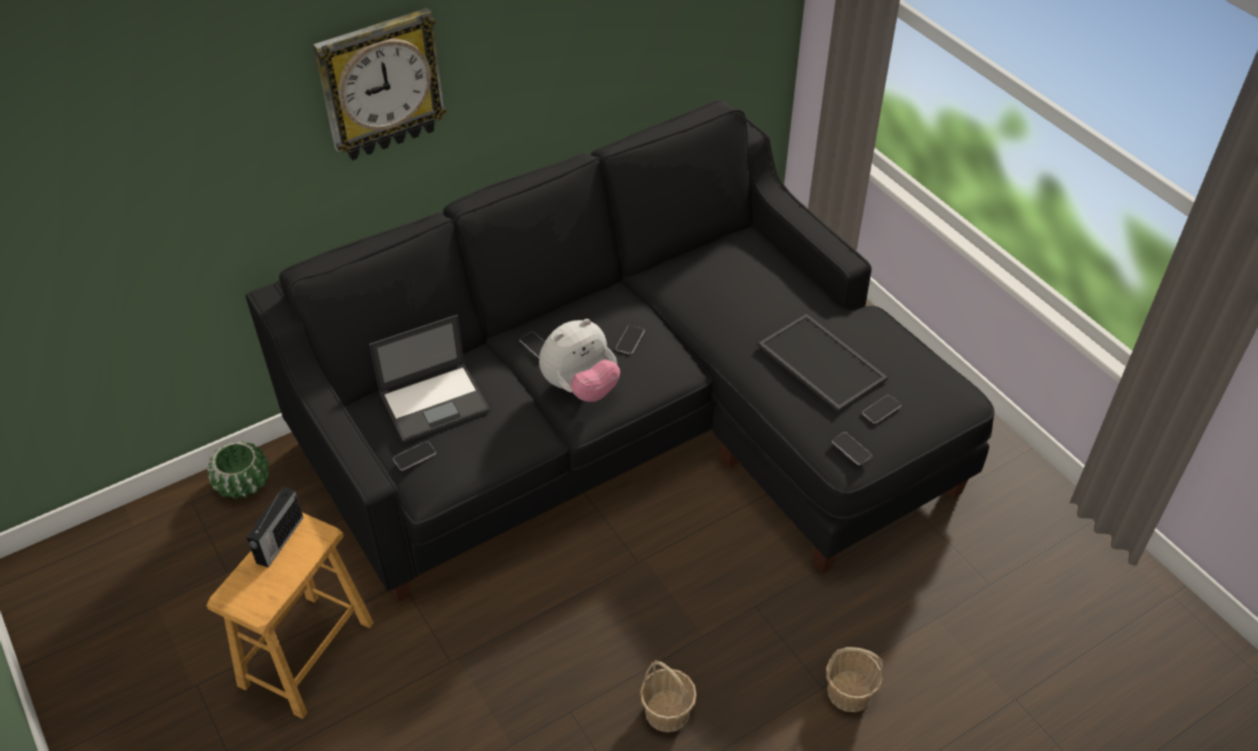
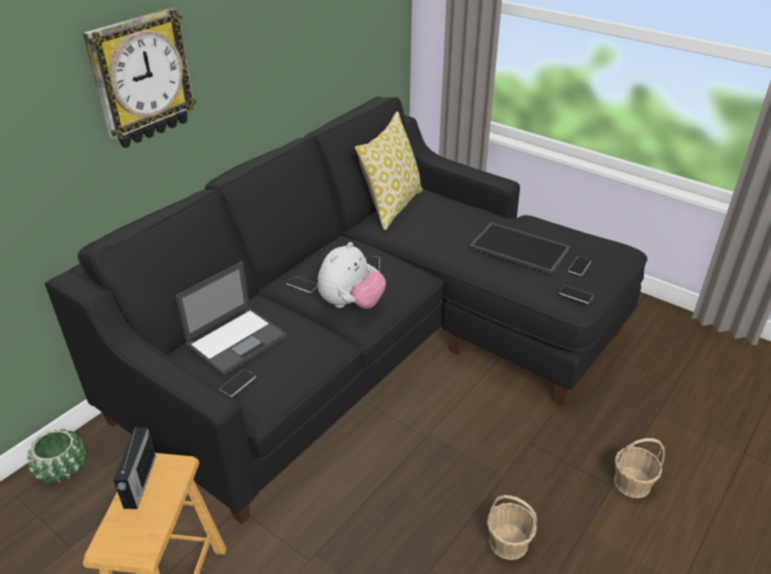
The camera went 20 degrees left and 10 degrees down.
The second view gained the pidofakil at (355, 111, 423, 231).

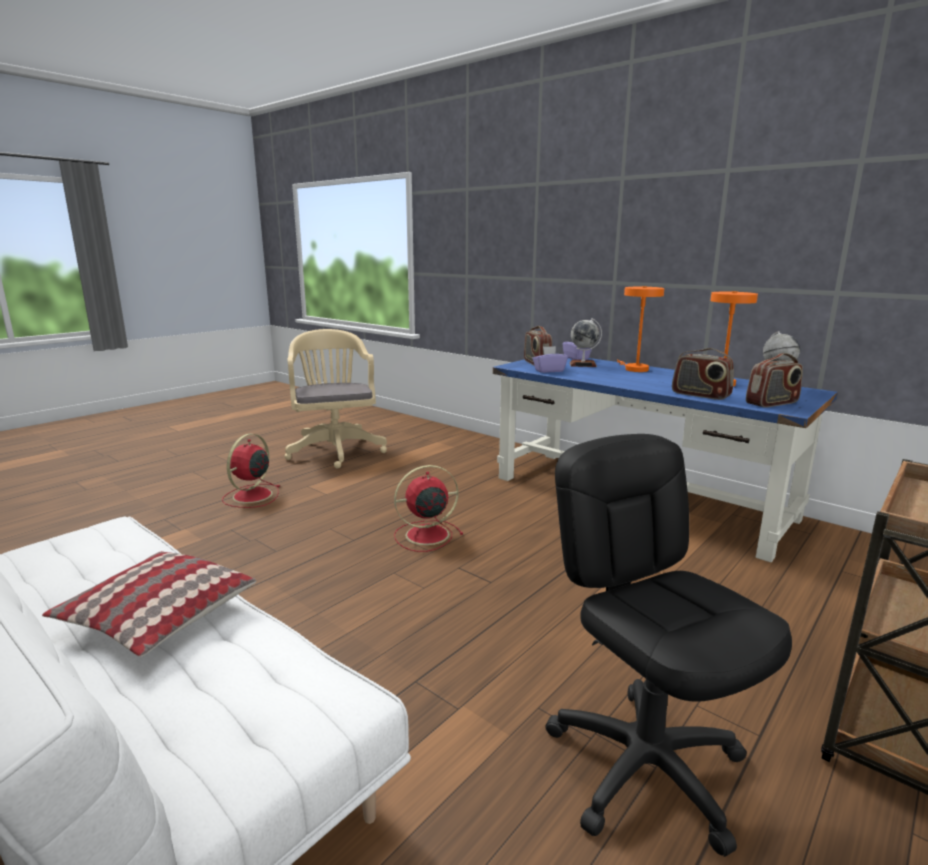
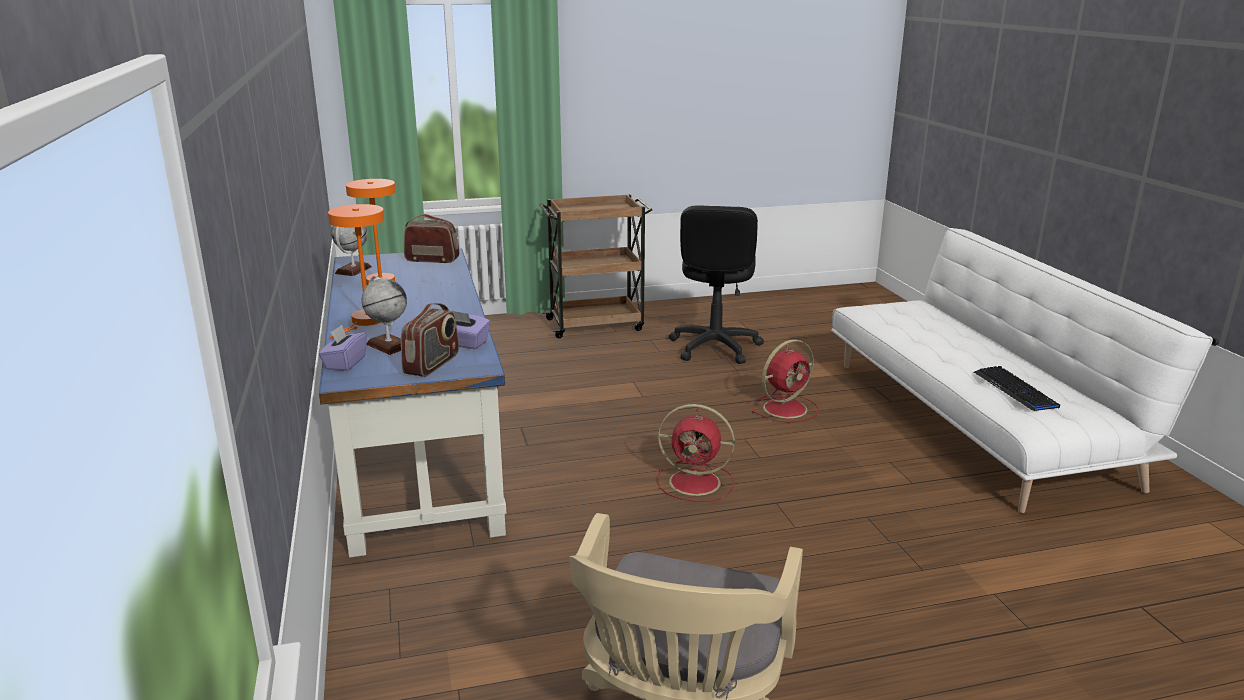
The camera went 145 degrees left and 5 degrees up.
The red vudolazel ended up elsewhere, having gone from (222, 434, 280, 508) to (752, 339, 819, 423).
The second view gained the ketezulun at (974, 366, 1060, 411).
The second view lost the pidofakil at (42, 551, 256, 657).
The second view lost the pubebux at (672, 348, 734, 400).

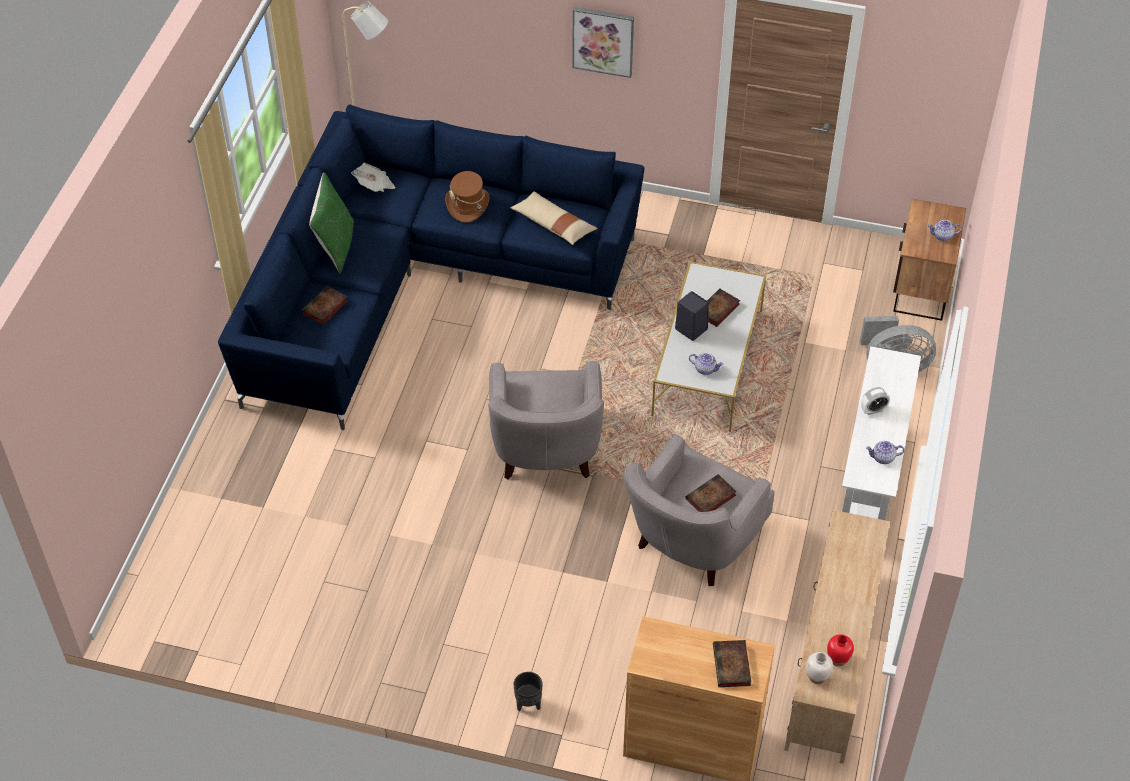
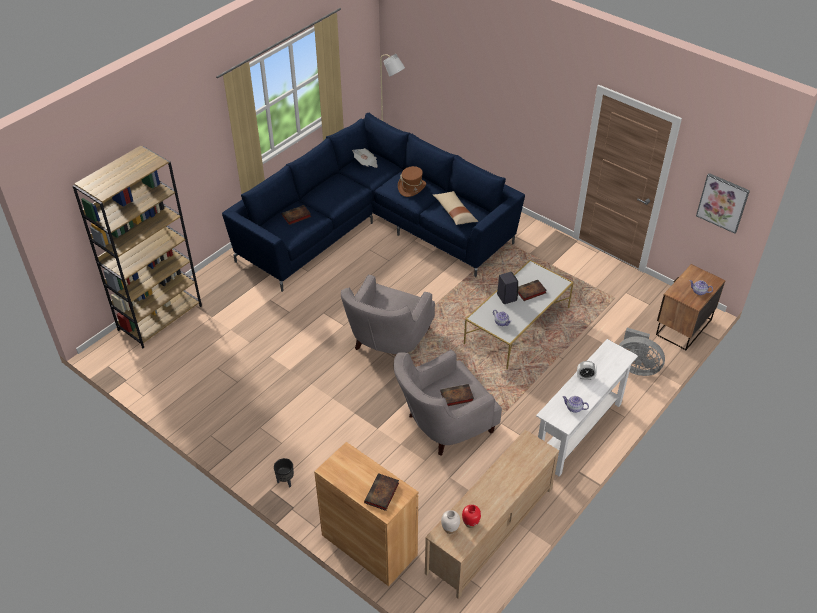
The camera went 25 degrees right and 5 degrees down.
The second view gained the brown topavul at (73, 145, 202, 348).
The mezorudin ended up elsewhere, having gone from (572, 7, 634, 78) to (696, 173, 750, 234).
The second view lost the green pidofakil at (309, 172, 354, 273).

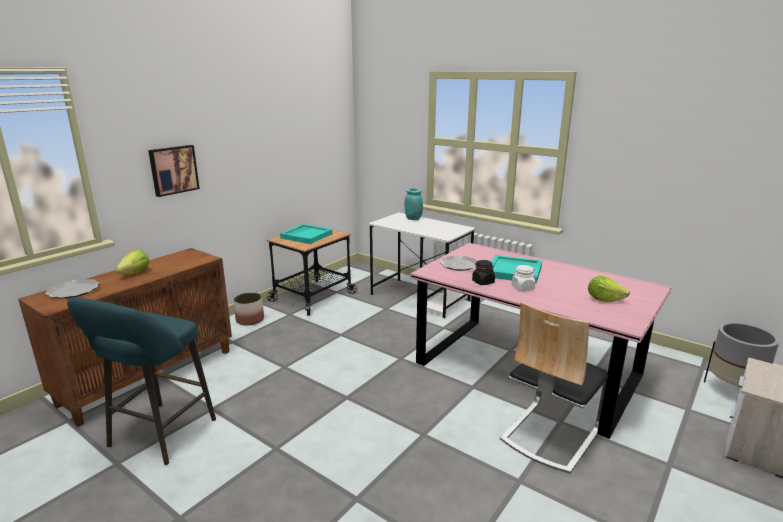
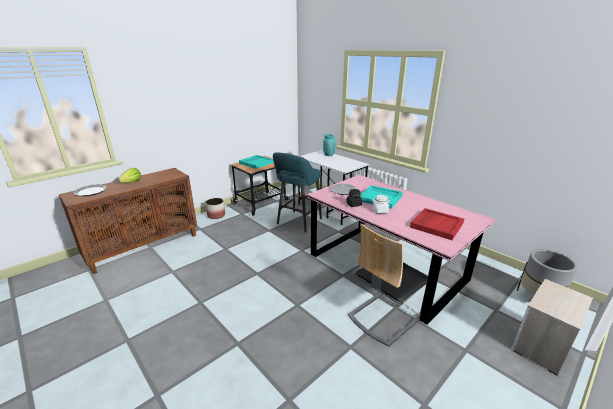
The camera went 10 degrees right and 5 degrees up.
The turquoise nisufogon ended up elsewhere, having gone from (67, 297, 216, 465) to (273, 152, 322, 233).
Where the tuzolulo stood at (588, 276, 630, 302), the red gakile came to stand at (410, 208, 464, 240).
The second view lost the mezorudin at (148, 145, 200, 197).

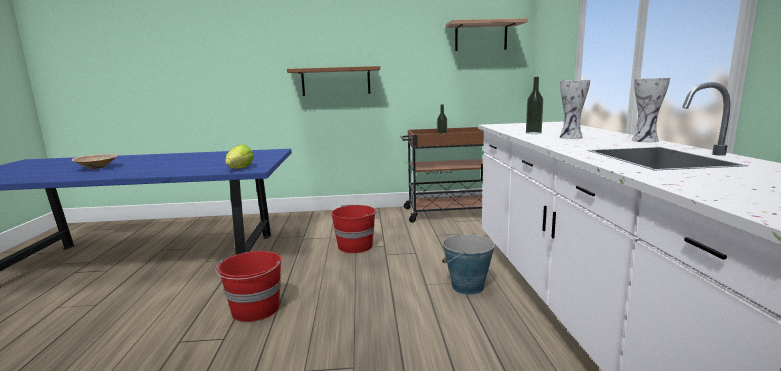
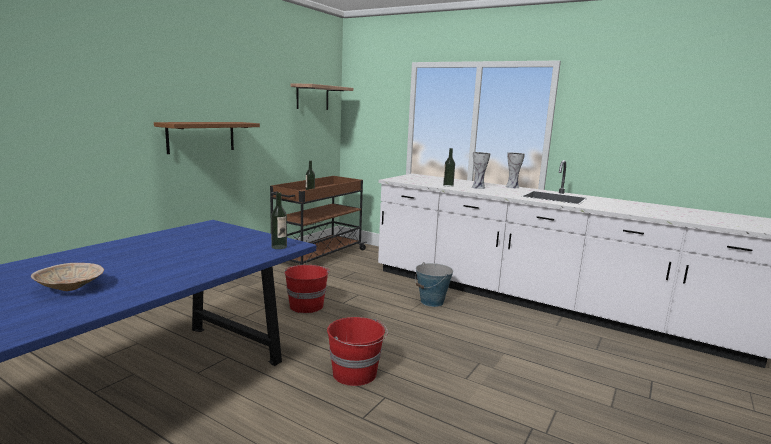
The camera went 55 degrees left and 0 degrees up.
Where the tuzolulo stood at (225, 145, 254, 169), the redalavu came to stand at (271, 192, 287, 249).

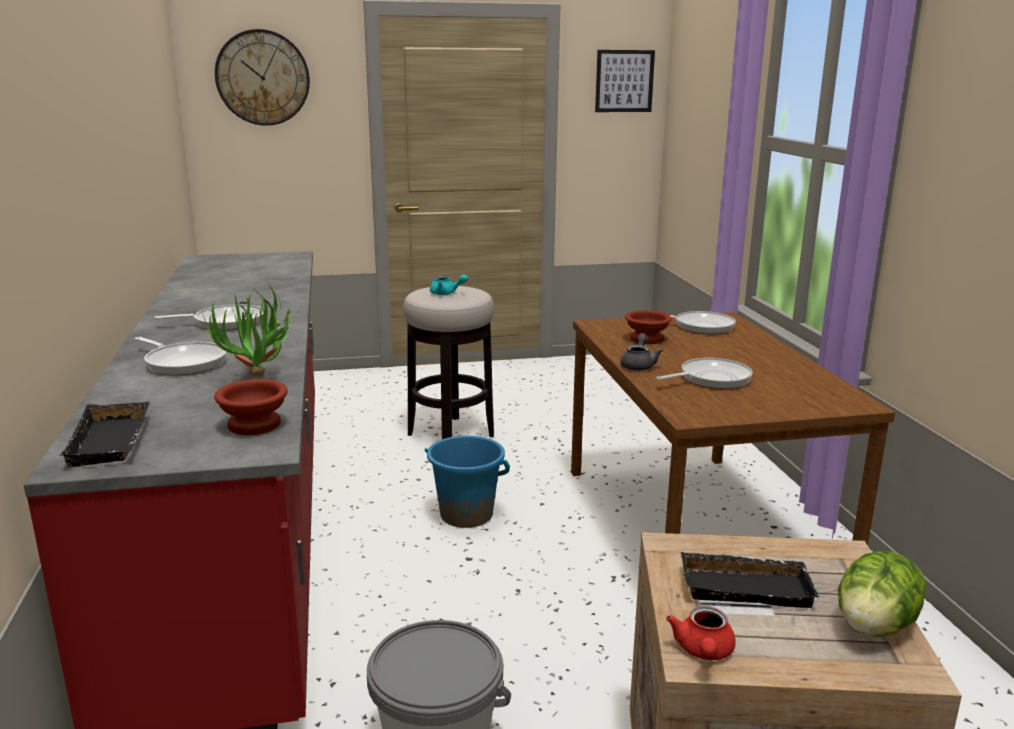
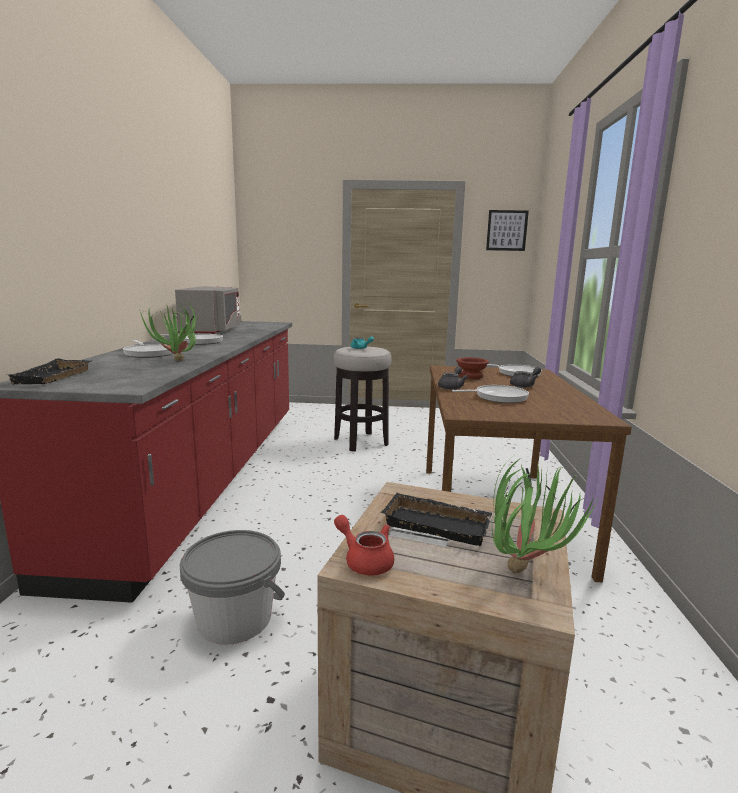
The camera went 15 degrees right and 5 degrees down.
The second view gained the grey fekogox at (175, 286, 241, 334).
The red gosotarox at (666, 606, 736, 660) ended up facing another way, 105 degrees clockwise from before.
Where the tuzolulo stood at (838, 551, 927, 636), the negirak came to stand at (492, 456, 598, 574).
The second view gained the grey gosotarox at (510, 367, 541, 388).
The second view lost the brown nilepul at (214, 379, 288, 435).
The second view lost the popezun at (215, 29, 310, 126).
The second view lost the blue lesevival at (425, 436, 510, 528).

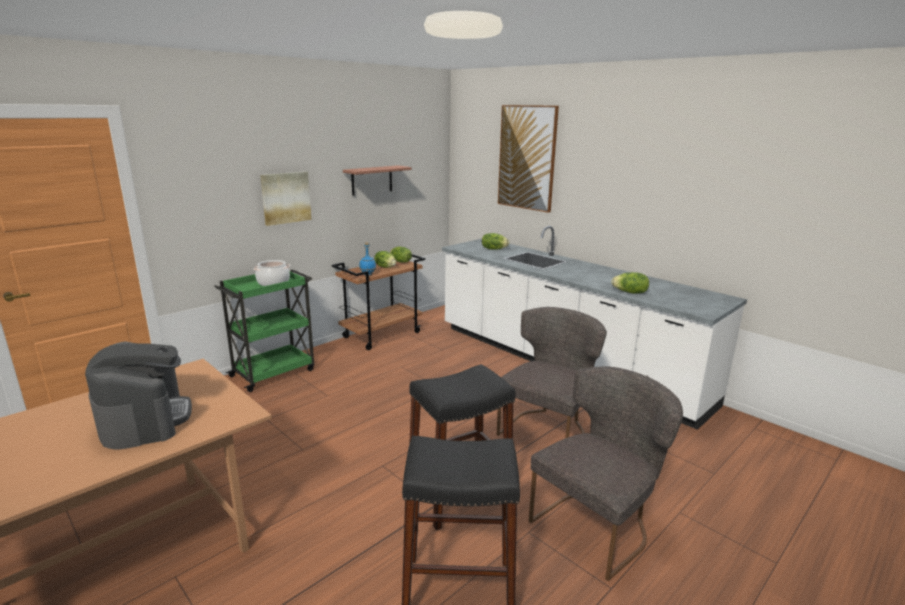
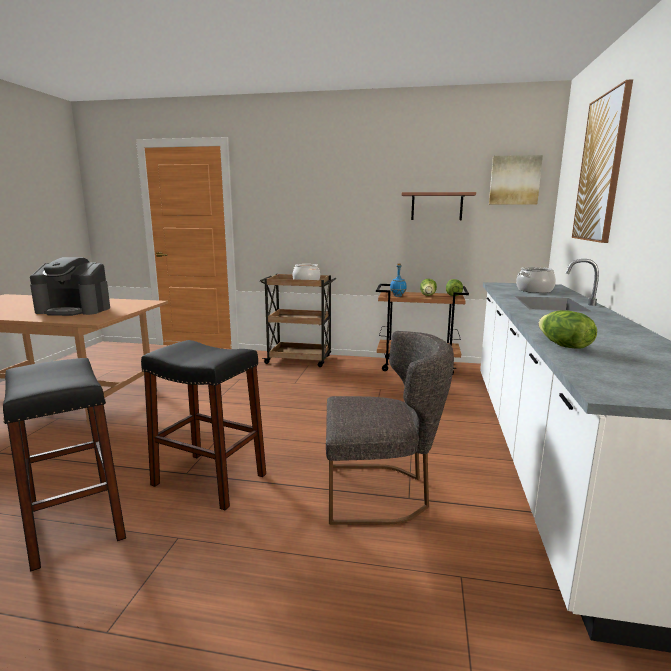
The camera went 55 degrees right and 5 degrees down.
The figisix at (85, 341, 192, 450) ended up facing another way, 60 degrees clockwise from before.
What was the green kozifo at (214, 269, 314, 392) turned into the brown kozifo at (260, 274, 336, 367).
The mezorudin ended up elsewhere, having gone from (260, 171, 311, 226) to (489, 155, 543, 205).
Where the tuzolulo stood at (482, 233, 509, 250), the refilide came to stand at (516, 267, 556, 293).
The second view lost the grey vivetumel at (529, 366, 683, 581).

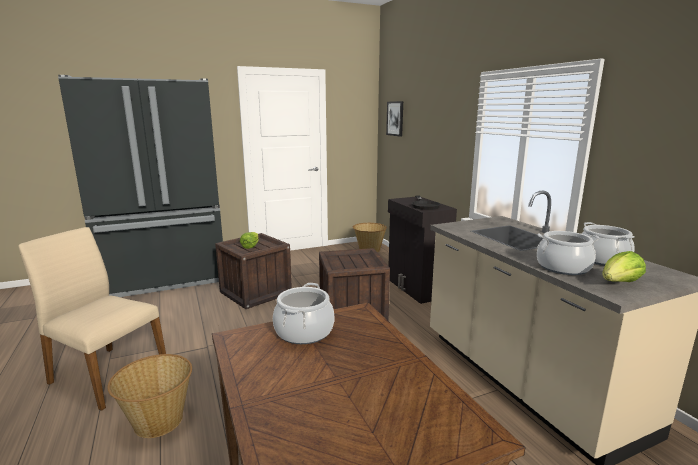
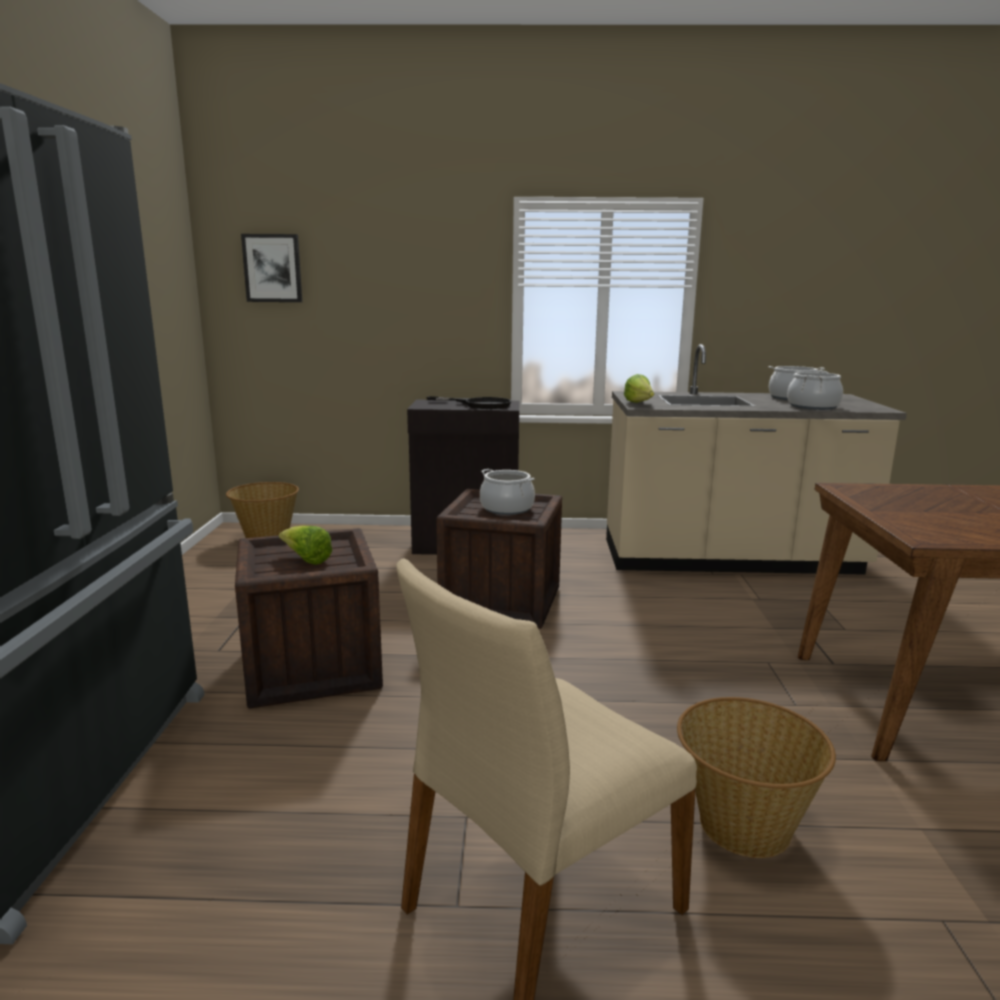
The camera went 65 degrees left and 0 degrees up.
The refilide ended up elsewhere, having gone from (273, 283, 334, 344) to (480, 469, 535, 515).
The tuzolulo ended up elsewhere, having gone from (602, 251, 646, 282) to (624, 374, 654, 403).

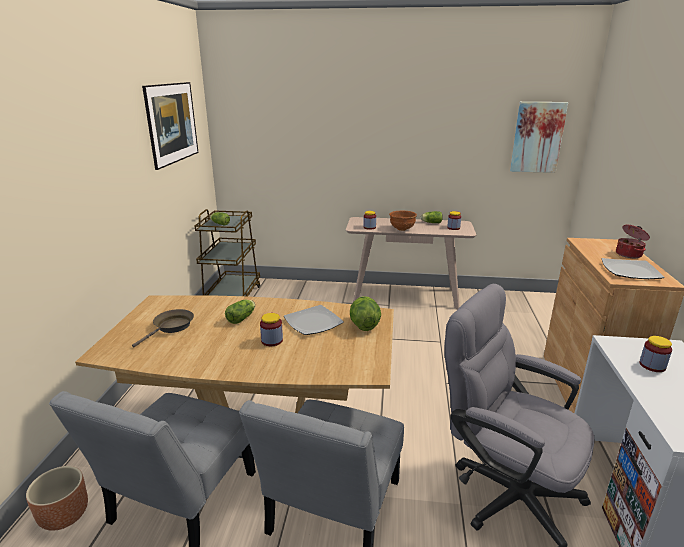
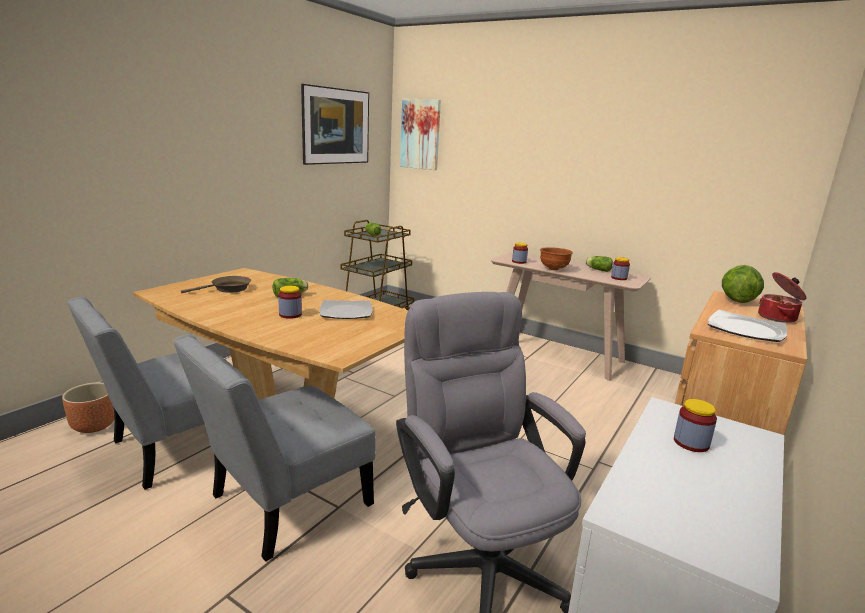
The camera went 25 degrees right and 5 degrees down.
The mezorudin ended up elsewhere, having gone from (510, 102, 568, 173) to (400, 99, 441, 170).
The tuzolulo ended up elsewhere, having gone from (350, 296, 381, 331) to (722, 265, 764, 303).

